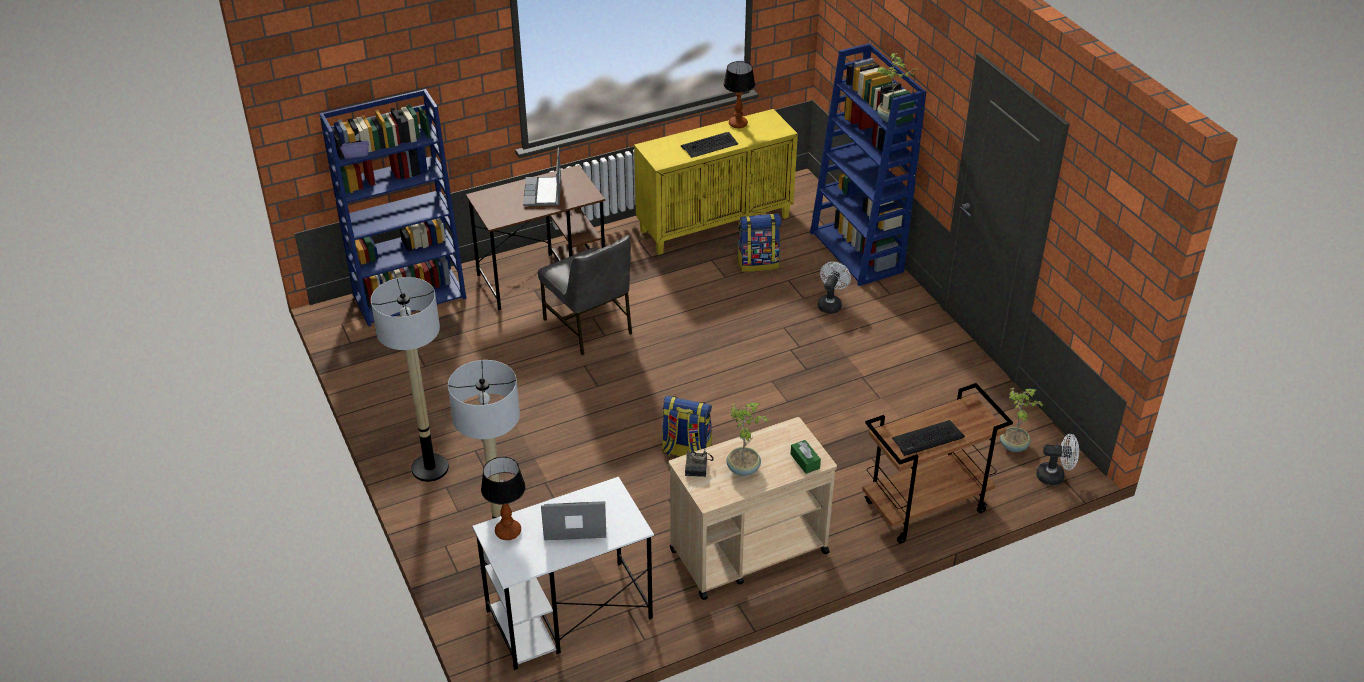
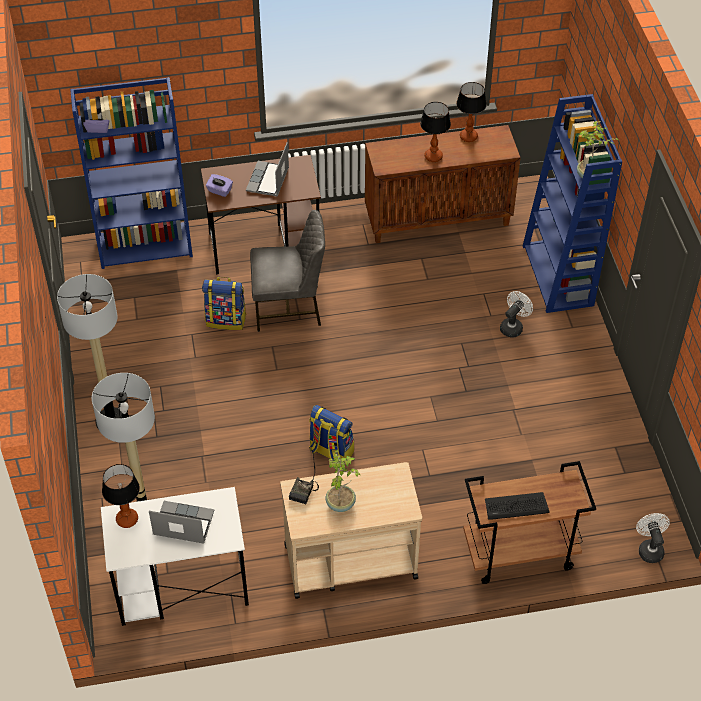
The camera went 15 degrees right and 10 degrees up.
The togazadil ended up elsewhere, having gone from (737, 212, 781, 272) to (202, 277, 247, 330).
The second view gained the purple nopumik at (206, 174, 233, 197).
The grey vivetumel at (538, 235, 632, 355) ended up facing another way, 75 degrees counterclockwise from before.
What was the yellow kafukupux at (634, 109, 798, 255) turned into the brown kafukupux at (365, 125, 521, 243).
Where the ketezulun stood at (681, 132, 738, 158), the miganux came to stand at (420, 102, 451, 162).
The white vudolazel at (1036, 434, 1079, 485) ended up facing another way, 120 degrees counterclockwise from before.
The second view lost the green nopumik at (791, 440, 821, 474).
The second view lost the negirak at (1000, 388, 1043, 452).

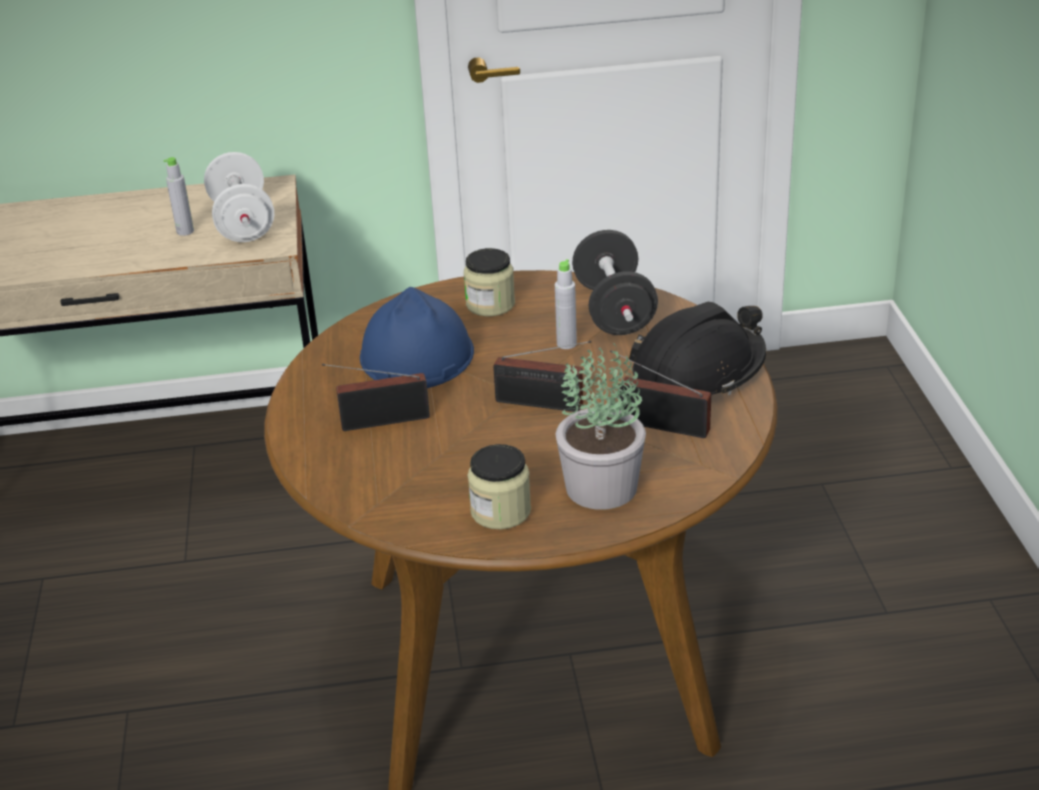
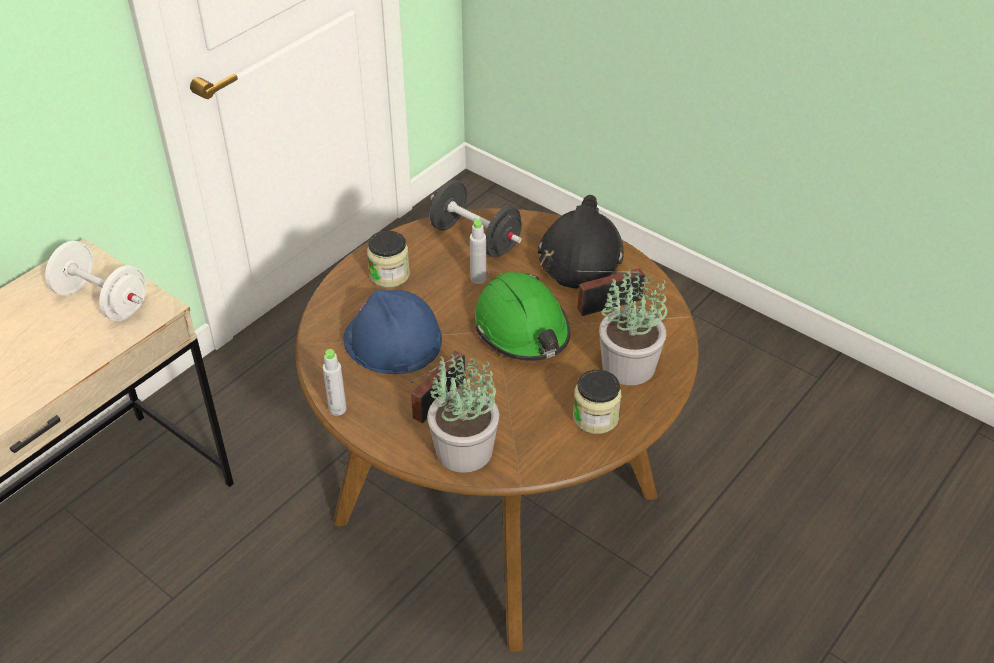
The camera went 45 degrees left and 10 degrees up.
The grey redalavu ended up elsewhere, having gone from (163, 157, 194, 236) to (323, 349, 347, 416).
The second view gained the negirak at (427, 354, 499, 472).
Where the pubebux stood at (493, 341, 591, 412), the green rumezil came to stand at (475, 272, 570, 361).

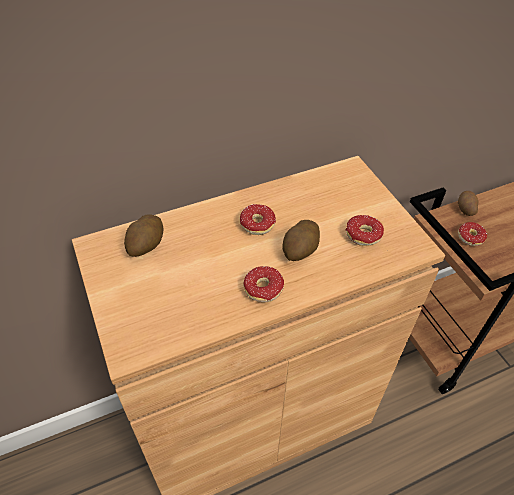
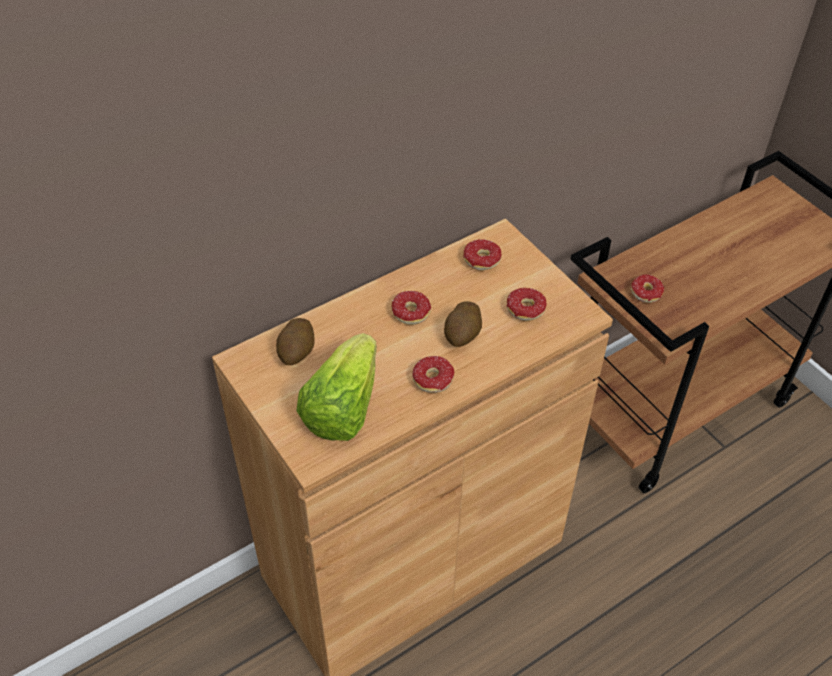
The camera went 10 degrees left and 0 degrees up.
The second view gained the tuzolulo at (297, 333, 377, 441).
The second view gained the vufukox at (463, 239, 508, 272).
The second view lost the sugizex at (458, 191, 478, 216).

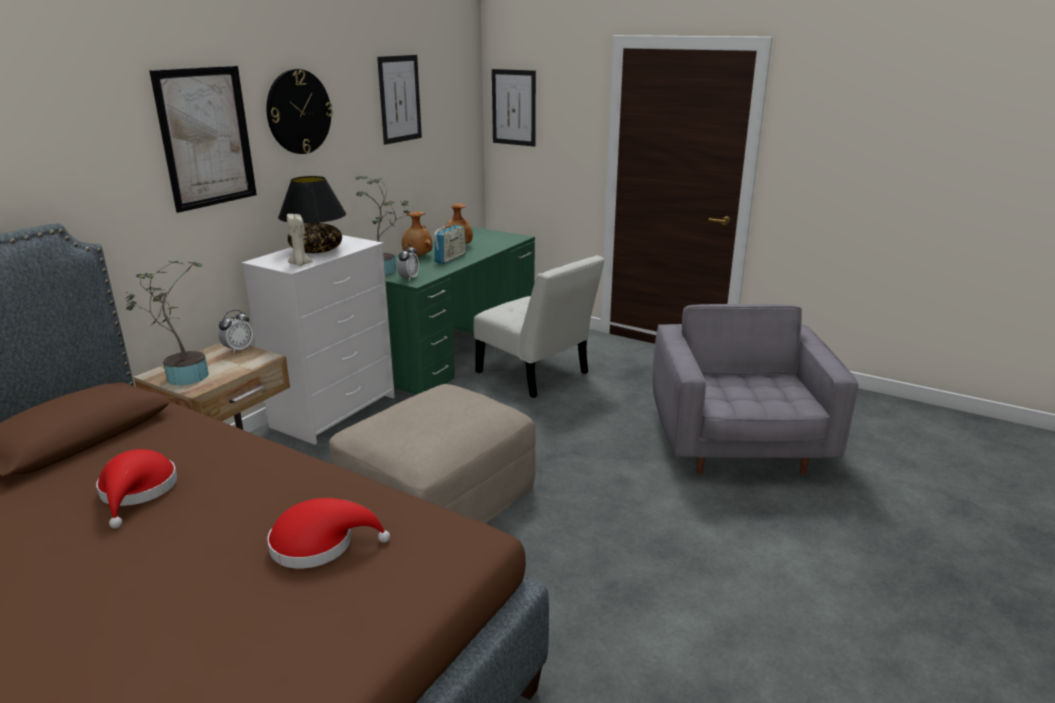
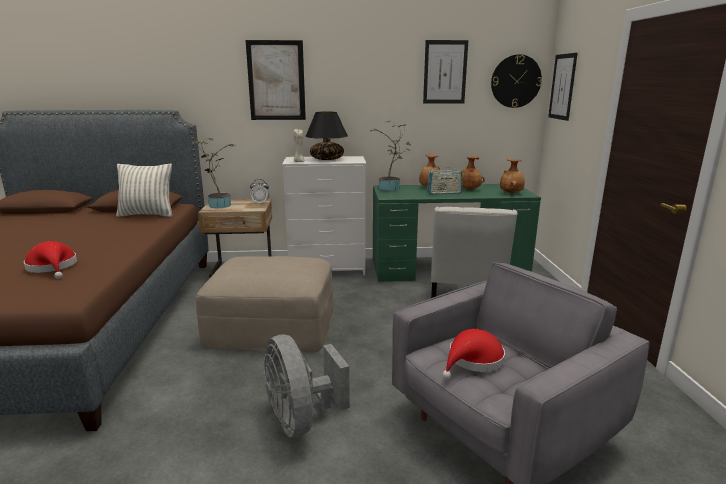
The camera went 55 degrees right and 5 degrees down.
The second view gained the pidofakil at (116, 164, 172, 217).
The second view gained the grey vudolazel at (264, 334, 350, 437).
The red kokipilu ended up elsewhere, having gone from (96, 449, 177, 528) to (442, 329, 505, 379).
The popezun ended up elsewhere, having gone from (266, 69, 333, 154) to (491, 54, 542, 108).
The second view gained the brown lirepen at (500, 158, 525, 194).
The second view lost the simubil at (397, 244, 419, 281).

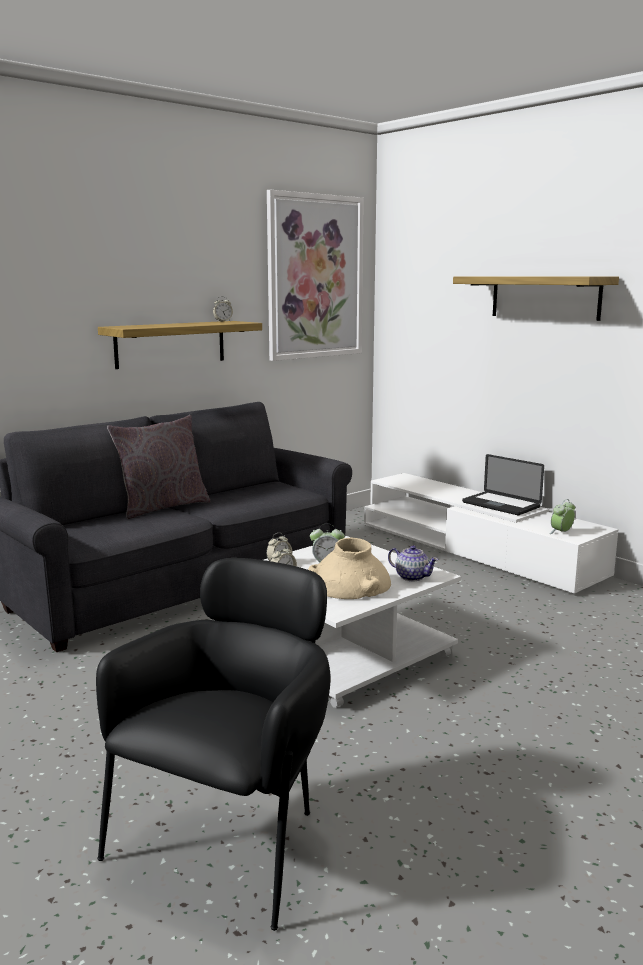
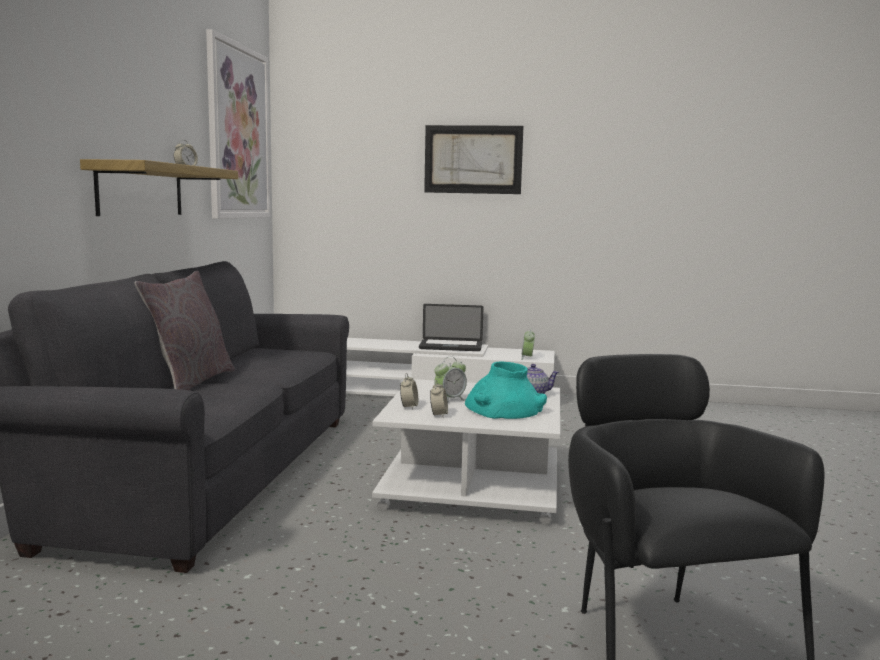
The camera went 40 degrees left and 5 degrees down.
Where the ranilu hung at (453, 276, 619, 321), the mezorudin came to hang at (424, 125, 524, 194).
What was the beige lirepen at (308, 538, 391, 599) turned into the turquoise lirepen at (465, 362, 547, 419).

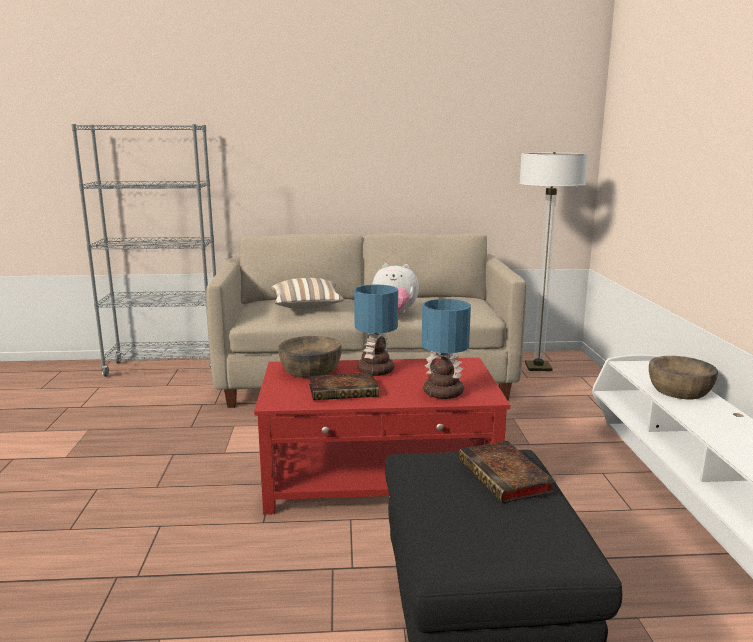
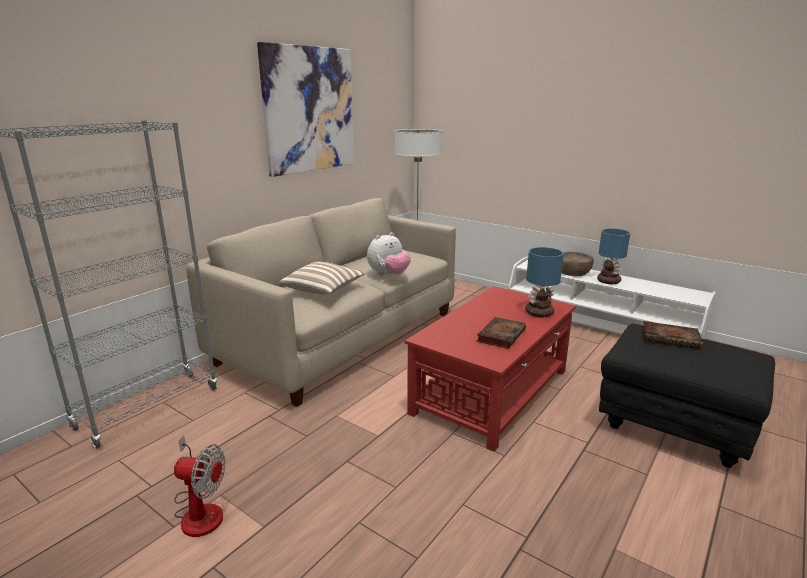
The camera went 50 degrees left and 5 degrees up.
The second view gained the vudolazel at (174, 435, 225, 537).
The second view gained the mezorudin at (257, 42, 354, 177).
The miganux ended up elsewhere, having gone from (354, 285, 398, 376) to (597, 228, 630, 284).
The second view lost the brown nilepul at (278, 336, 342, 379).

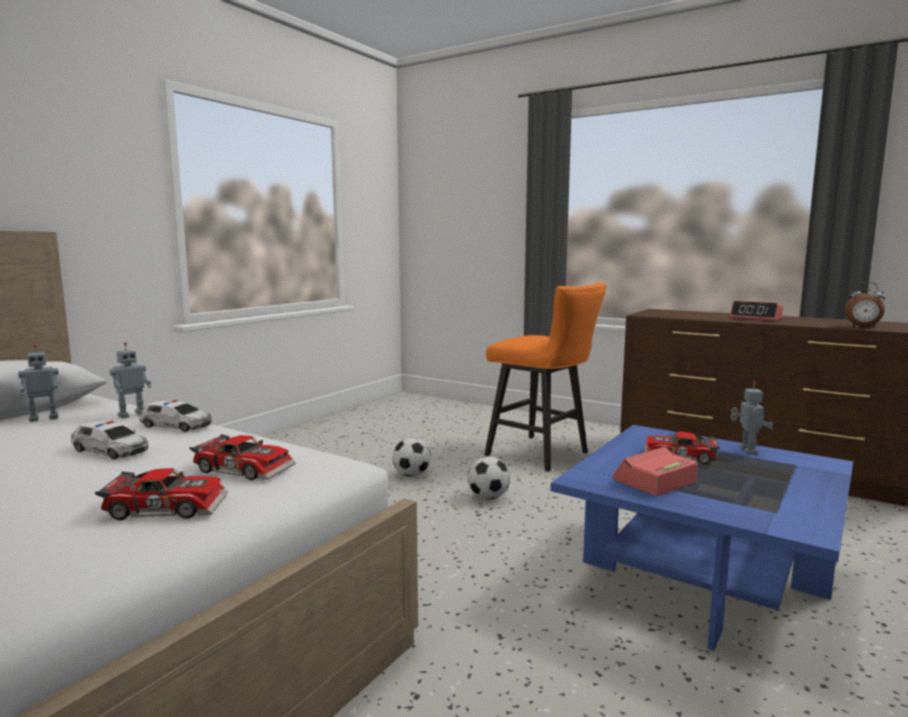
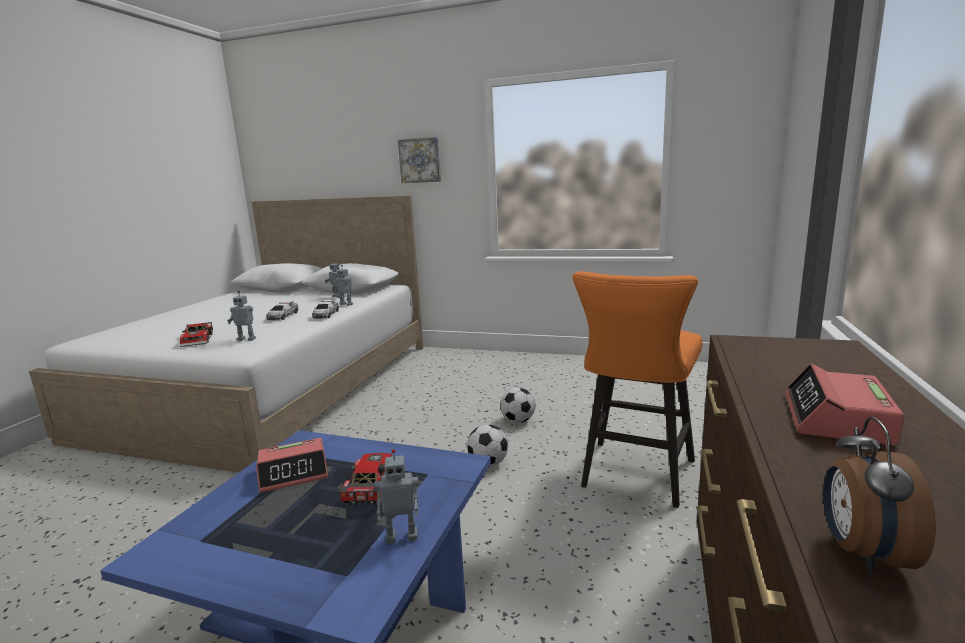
The camera went 75 degrees right and 5 degrees up.
Where the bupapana stood at (189, 434, 296, 480), the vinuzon came to stand at (227, 291, 256, 341).
The simubil at (612, 447, 698, 496) ended up facing another way, 120 degrees clockwise from before.
The second view gained the mezorudin at (398, 137, 441, 183).

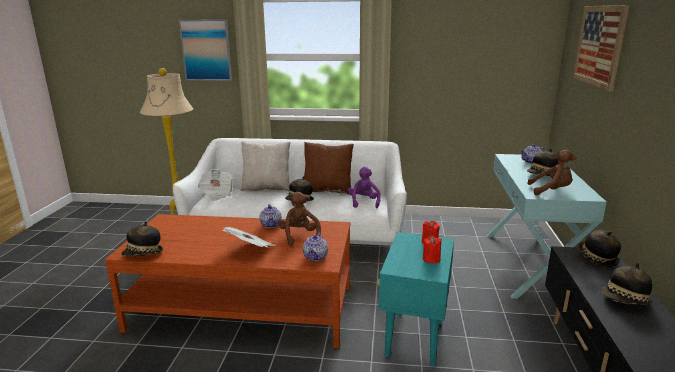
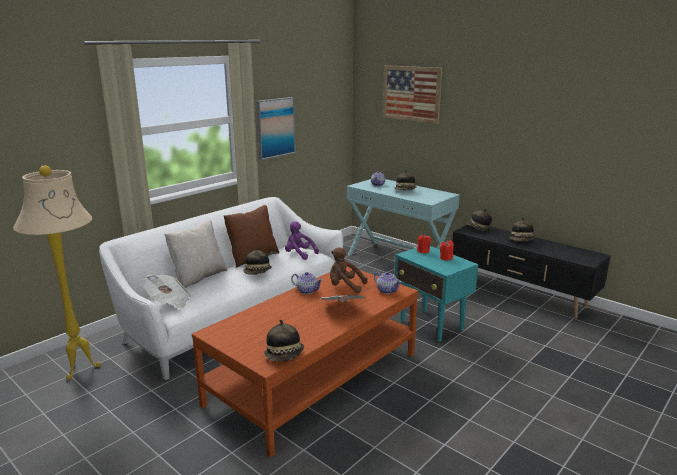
The camera went 55 degrees left and 0 degrees up.
The mezorudin ended up elsewhere, having gone from (179, 19, 232, 81) to (256, 97, 296, 160).
The second view lost the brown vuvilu at (527, 149, 577, 196).

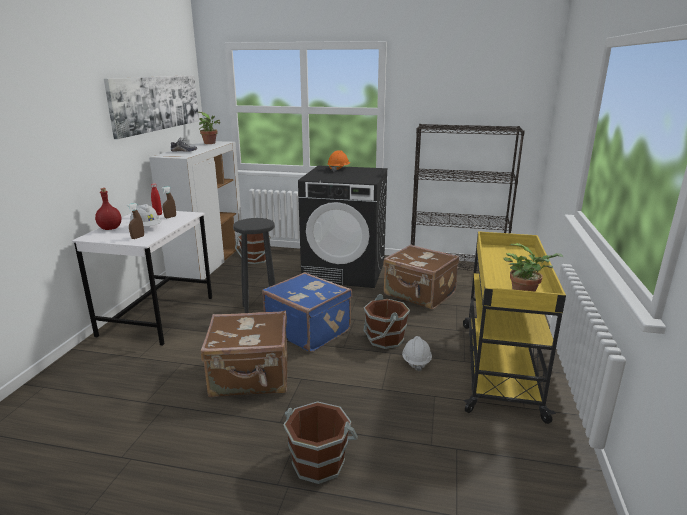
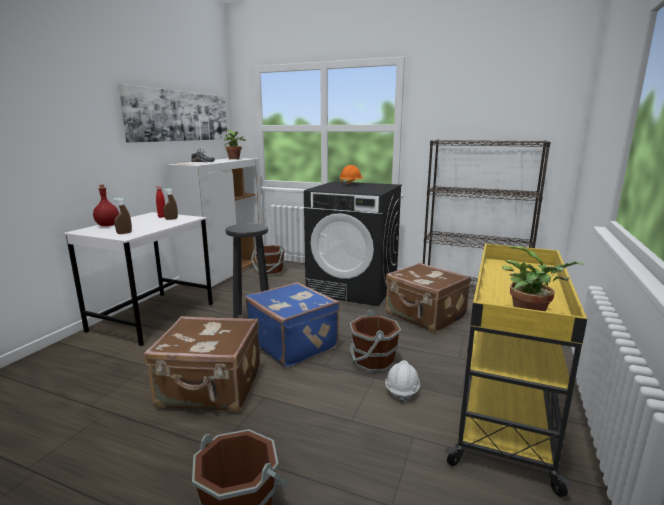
The camera went 10 degrees right and 5 degrees down.
The second view lost the white rumezil at (130, 204, 162, 226).

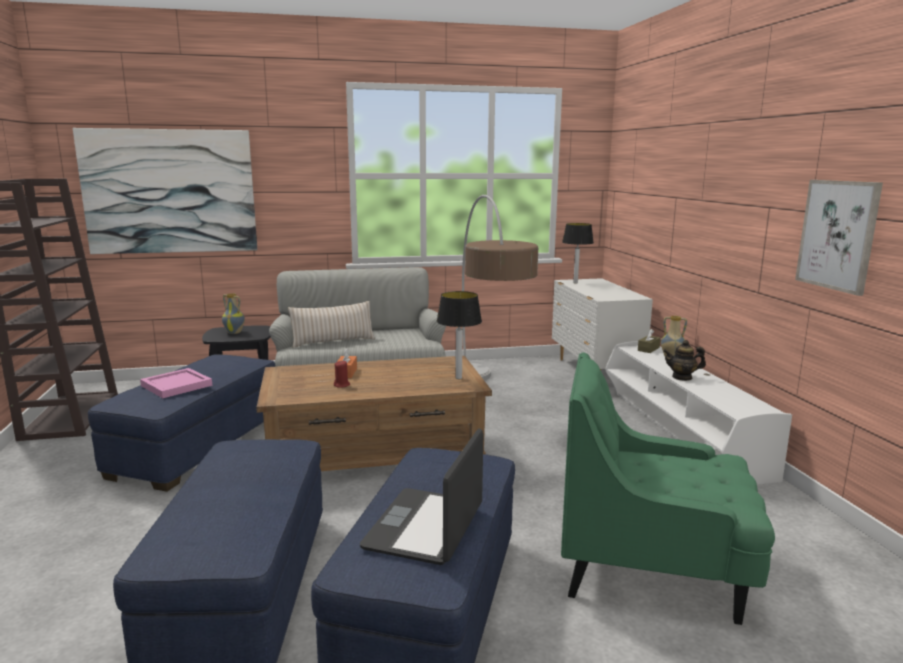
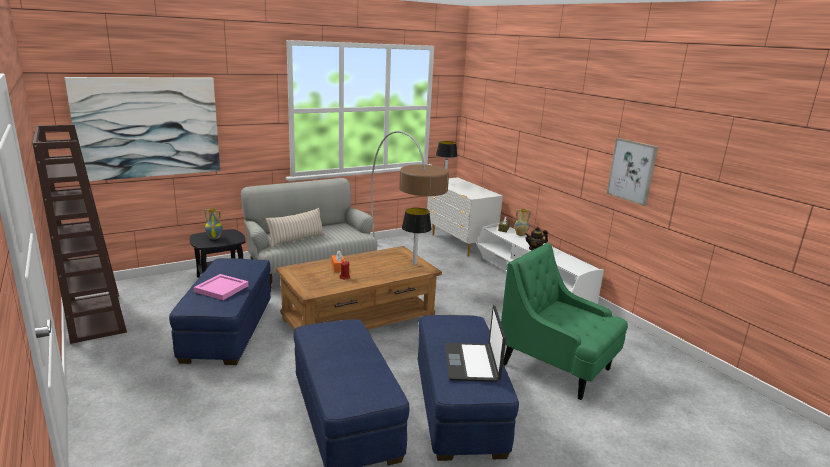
The camera went 20 degrees left and 5 degrees up.
The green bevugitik at (561, 353, 775, 625) ended up facing another way, 45 degrees clockwise from before.

